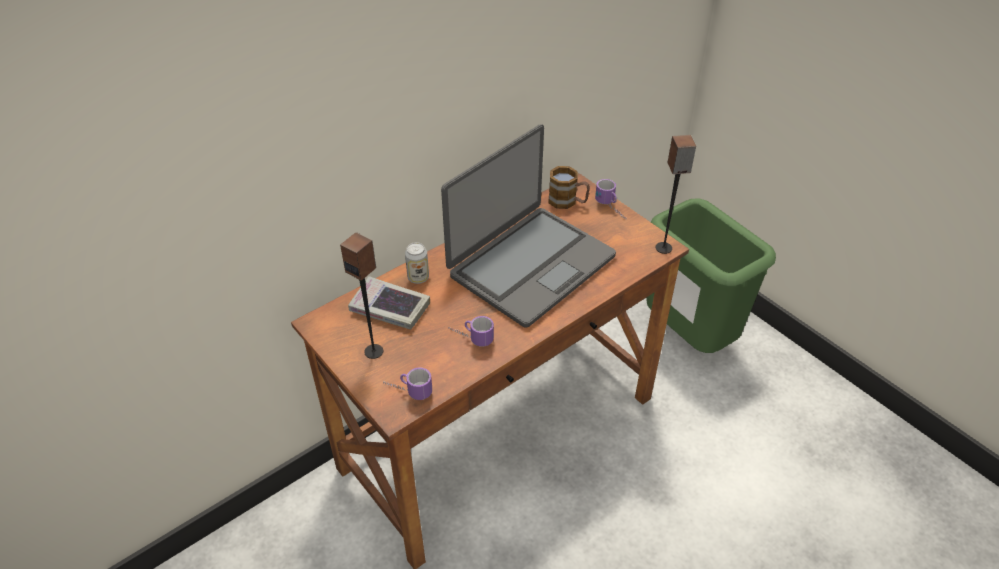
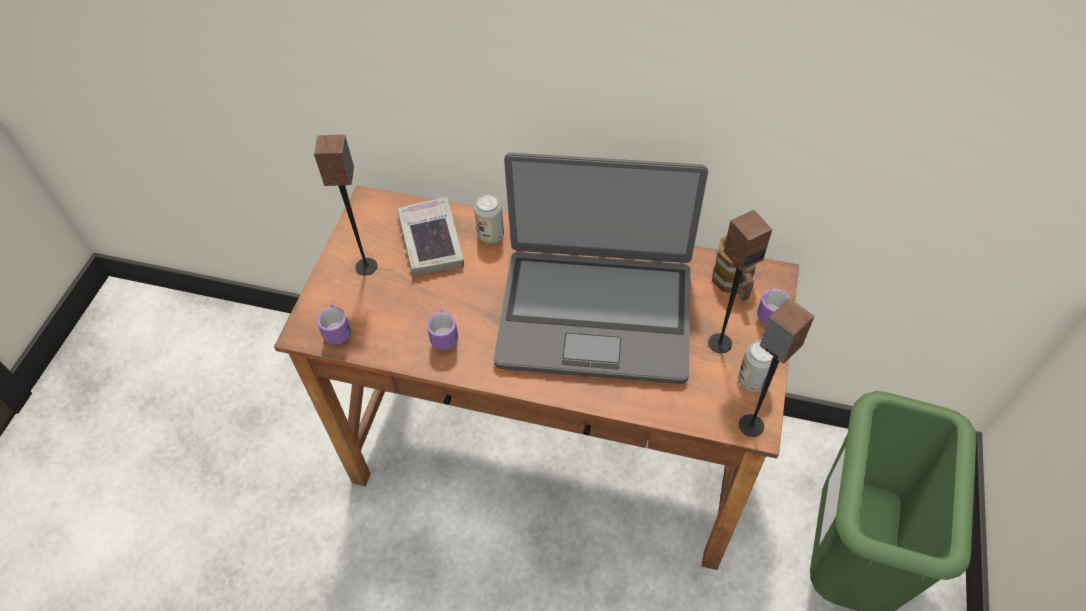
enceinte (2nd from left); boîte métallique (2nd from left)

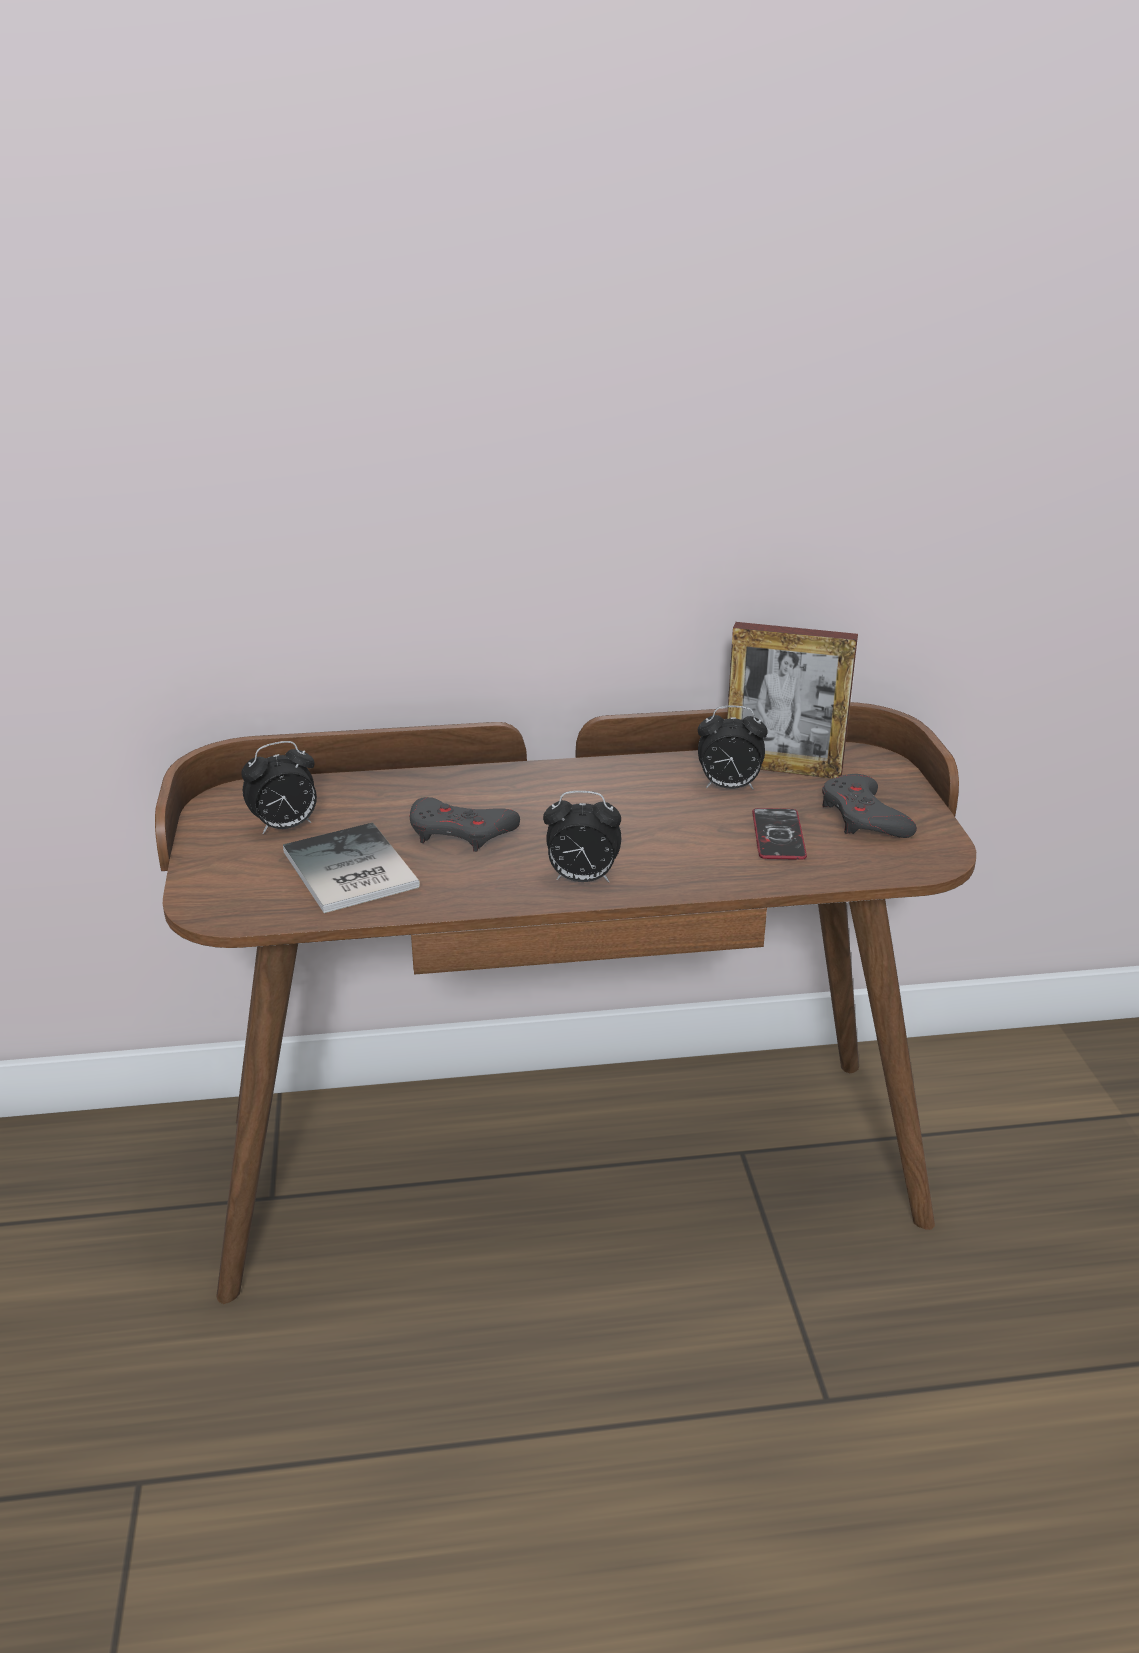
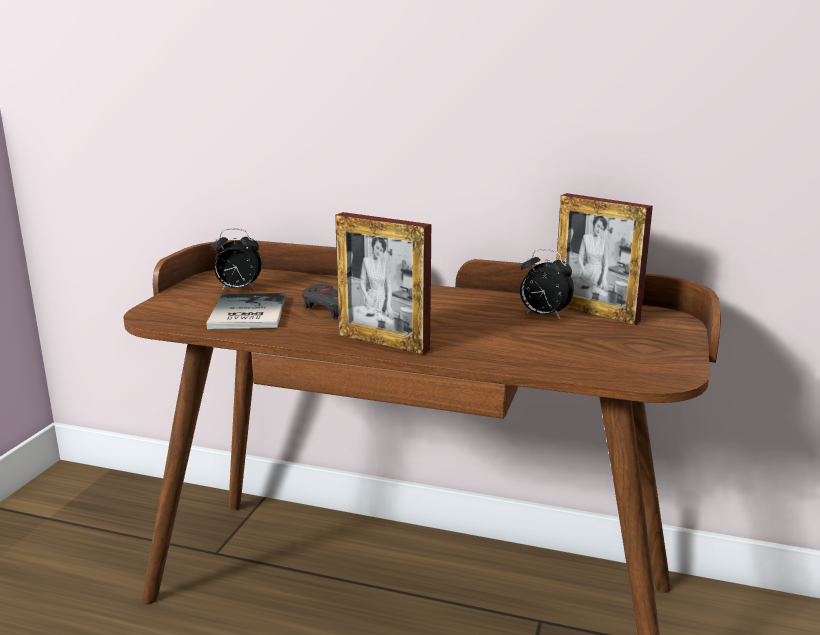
cadre photo (1st from left); téléphone; manette [gris] (2nd from left in the first image)

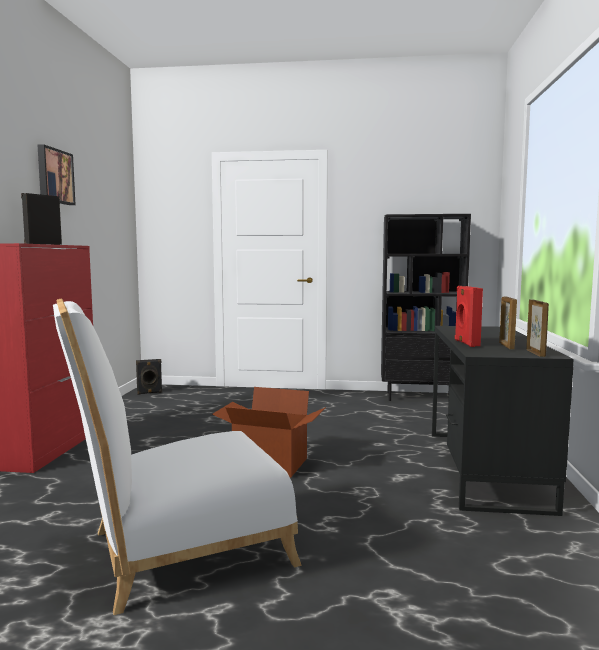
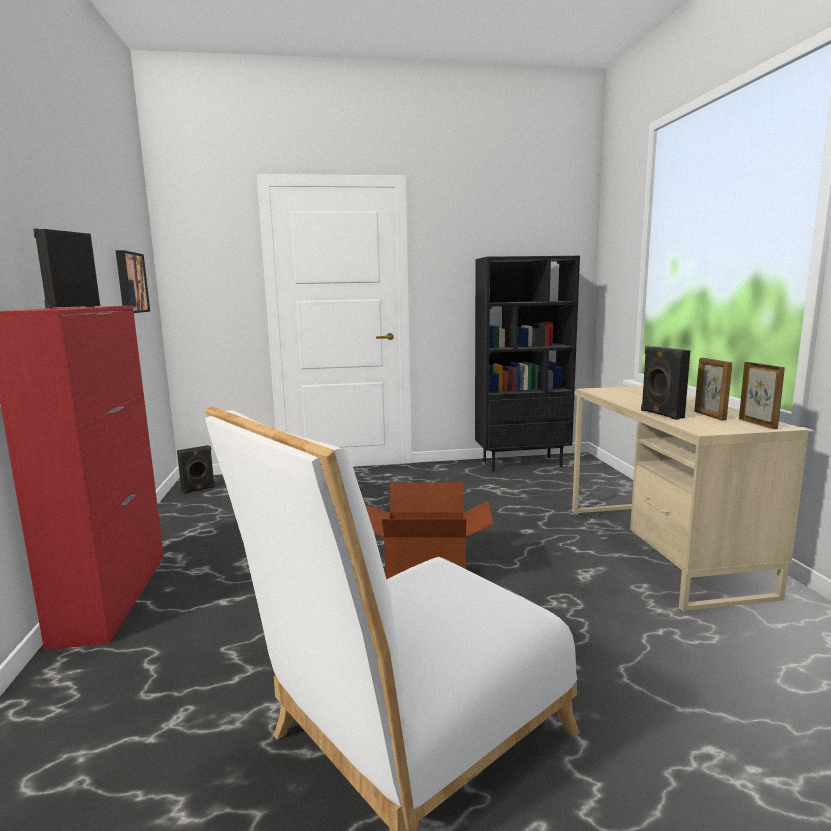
tableau; bureau [beige]; enceinte [noir] (3rd from left)

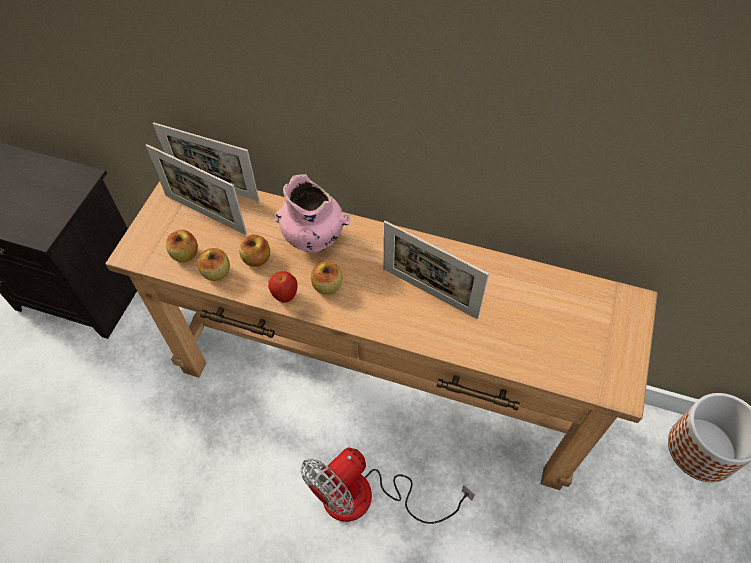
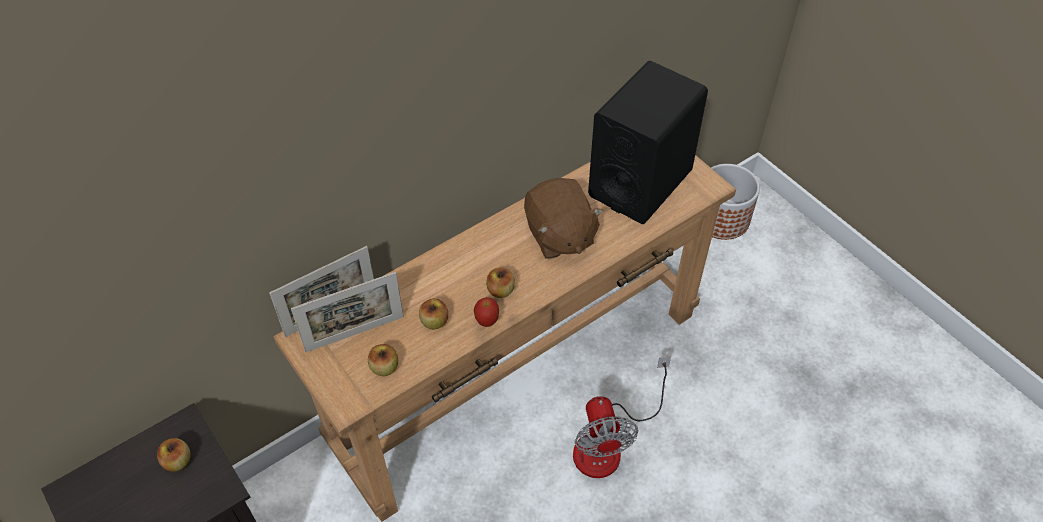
pomme (1st from left); vase [rose]; peluche [marron]; enceinte [noir]

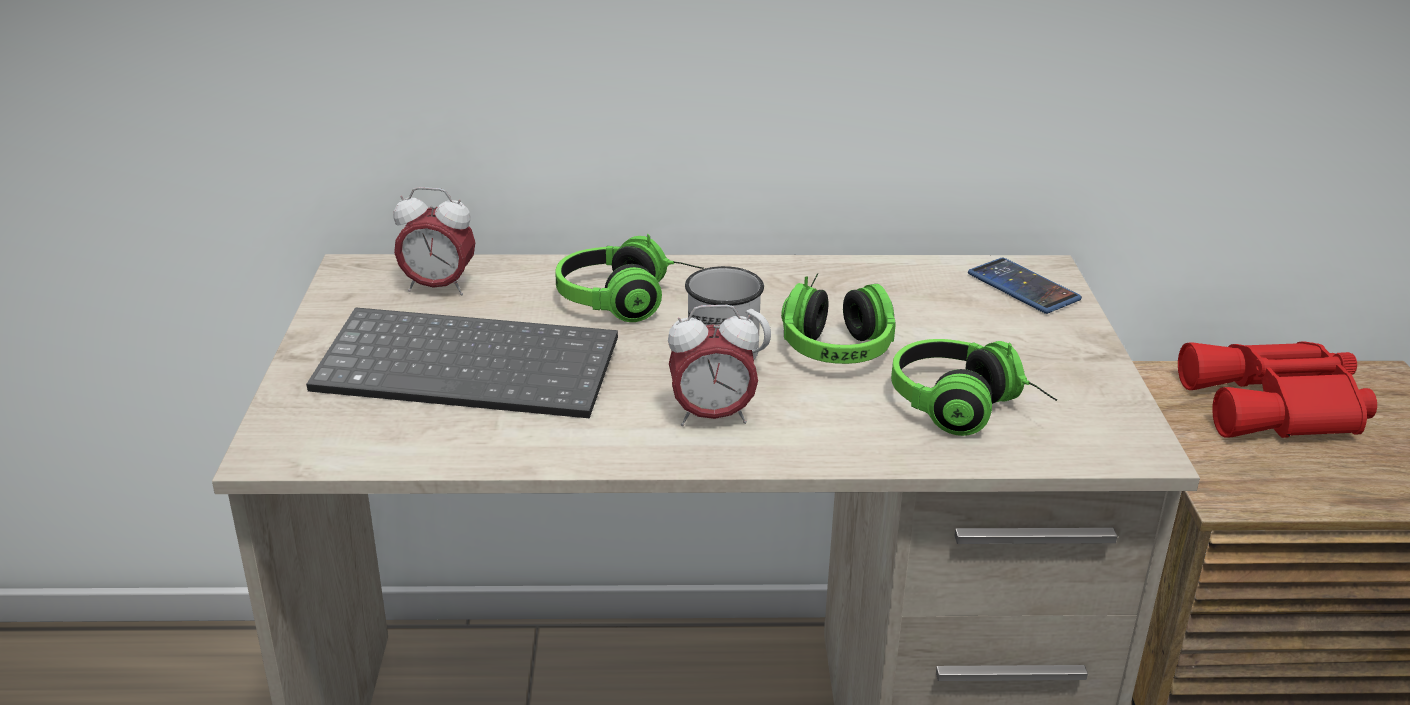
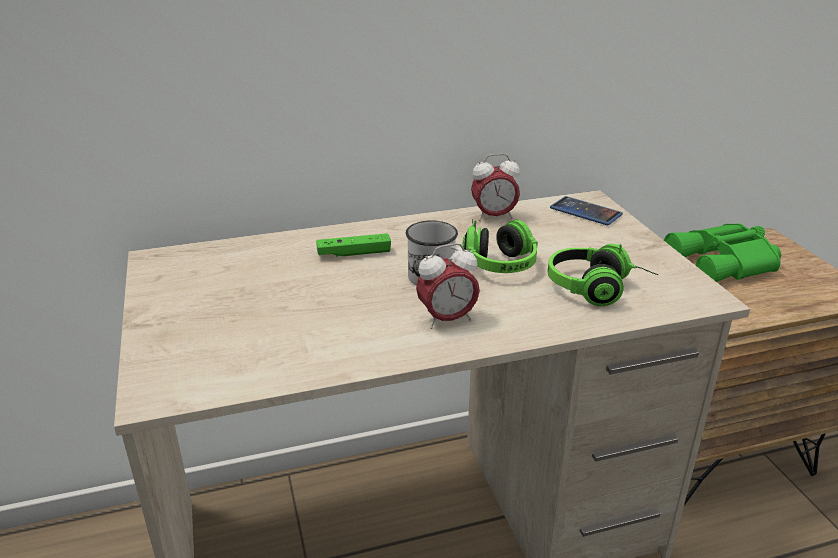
clavier; réveil (2nd from left); manette [vert]; jumelles [vert]

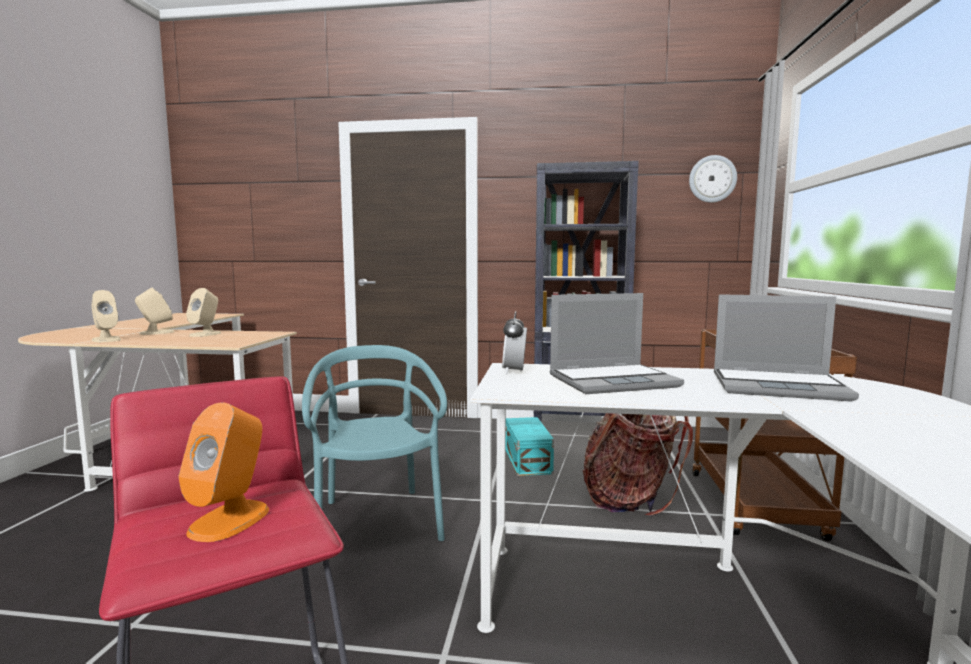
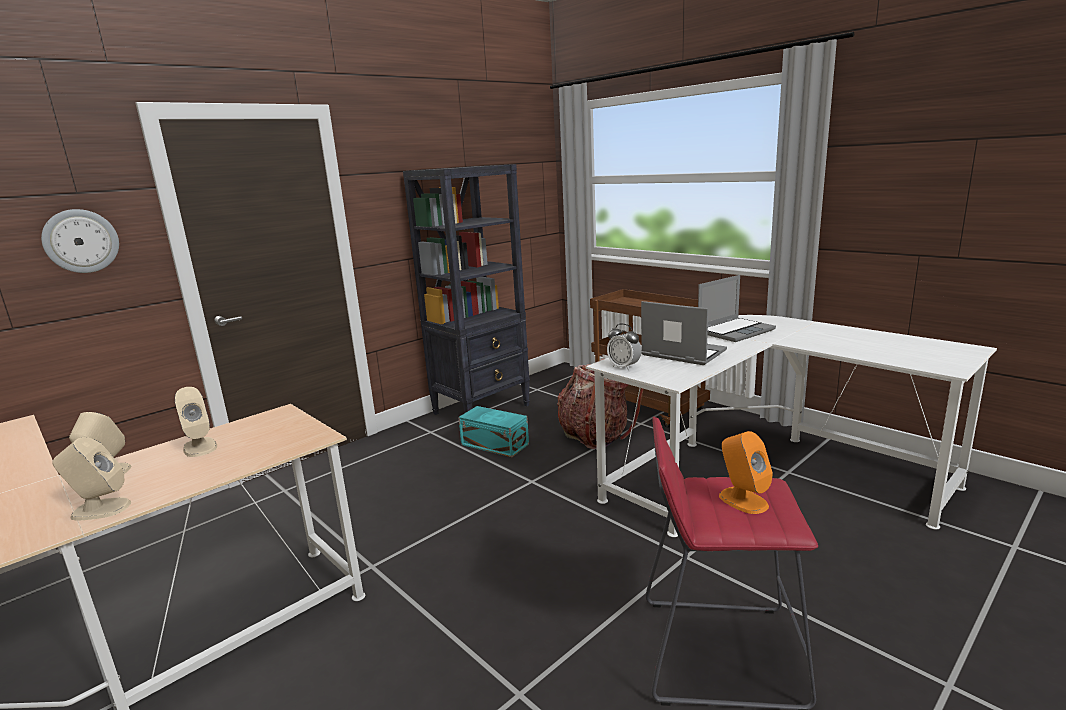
chaise [turquoise]; ordinateur portable (1st from left); horloge murale

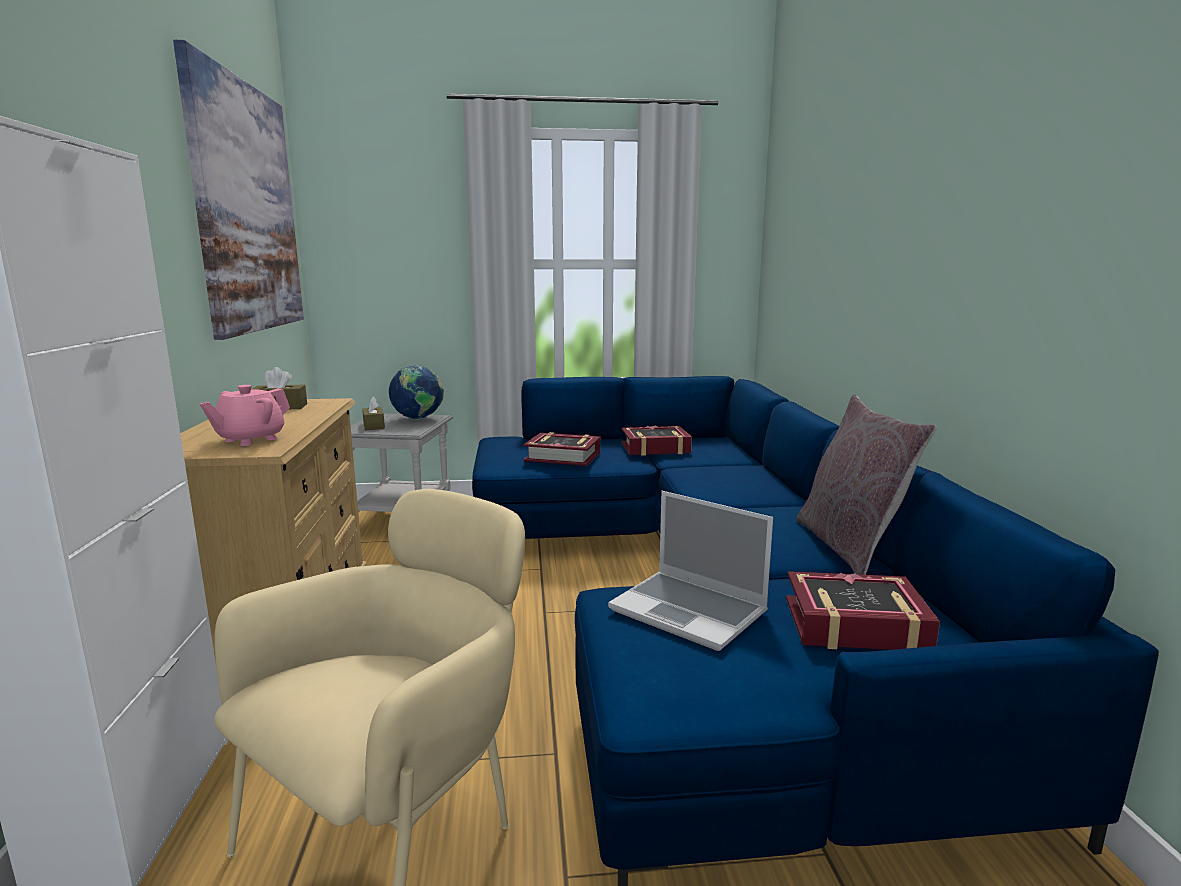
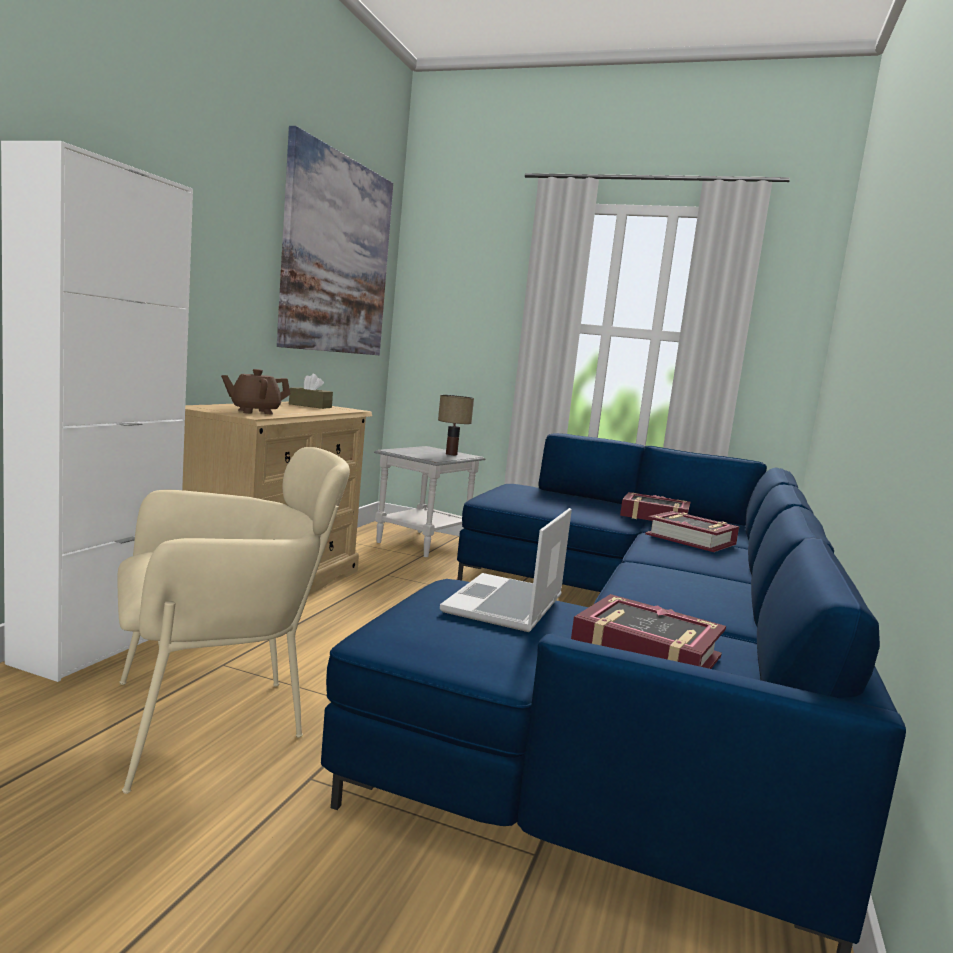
théière [marron]; boîte à mouchoirs [marron] (2nd from left in the first image); lampe de table; livre (3rd from left); ordinateur portable; coussin [gris]

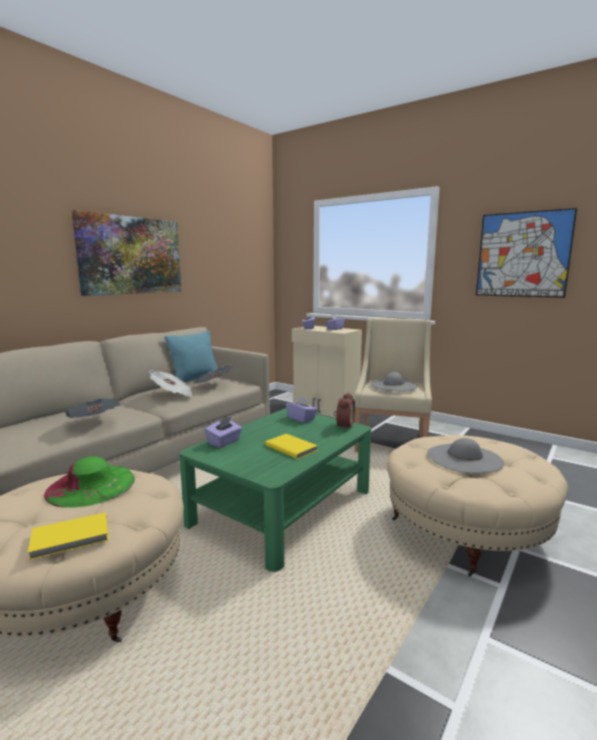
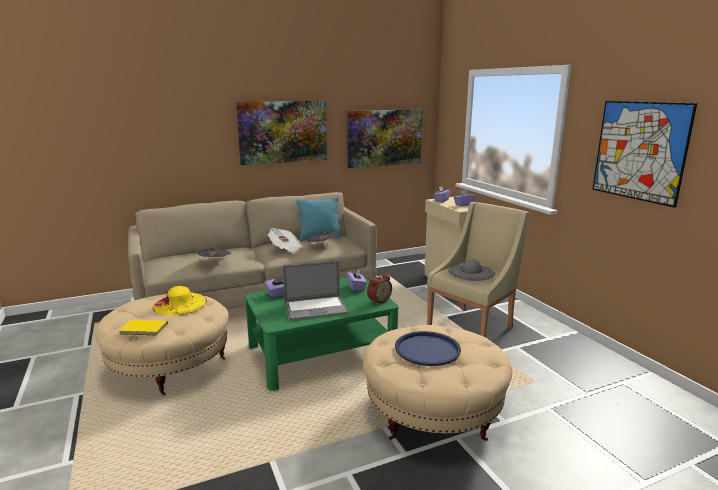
chapeau [jaune]; ordinateur portable; plateau [bleu]; tableau (2nd from left)

